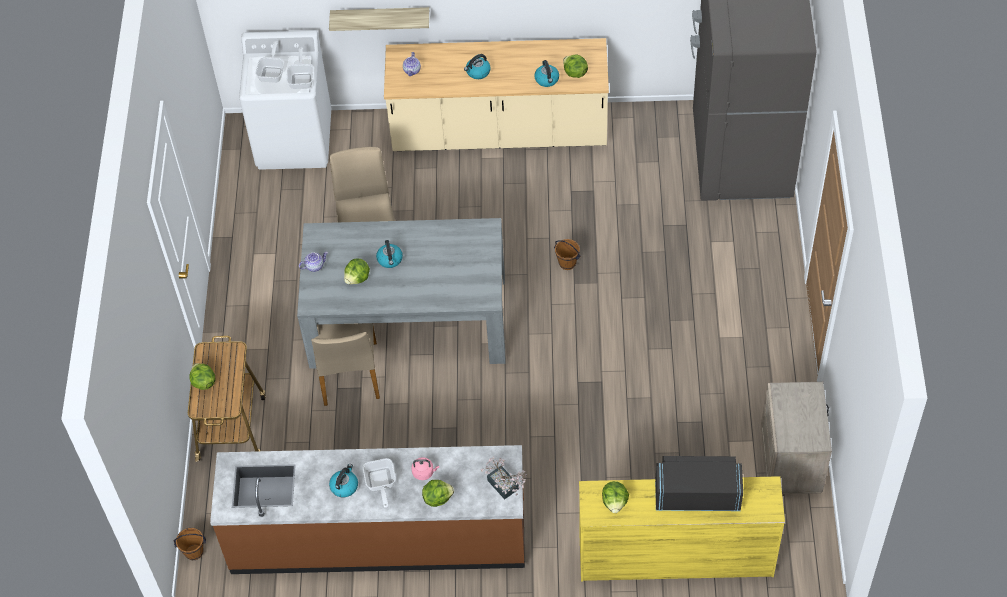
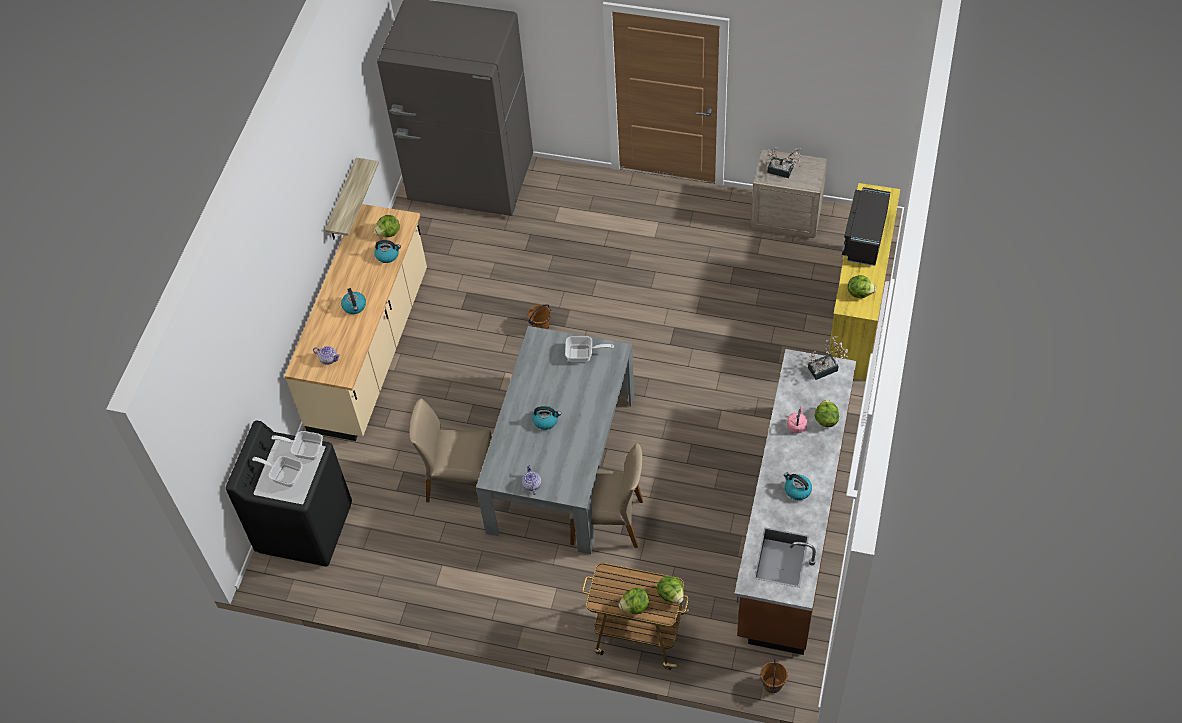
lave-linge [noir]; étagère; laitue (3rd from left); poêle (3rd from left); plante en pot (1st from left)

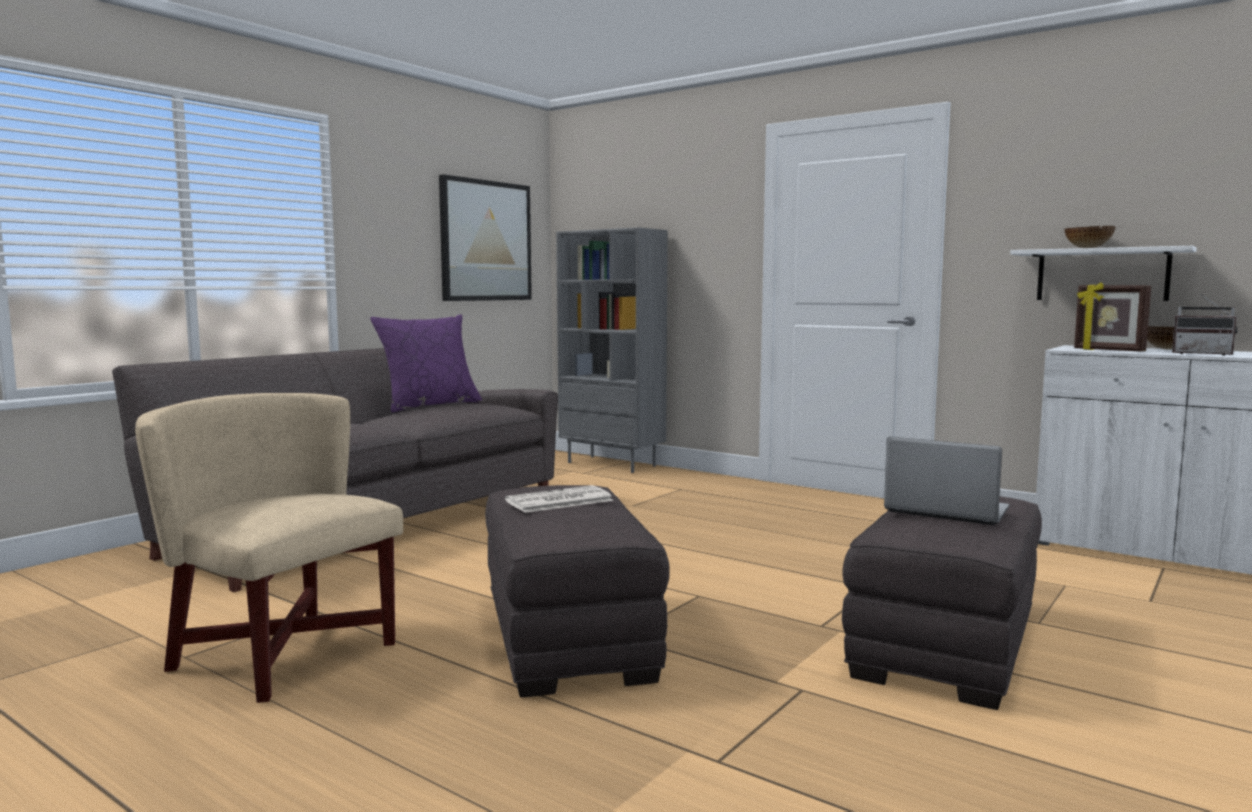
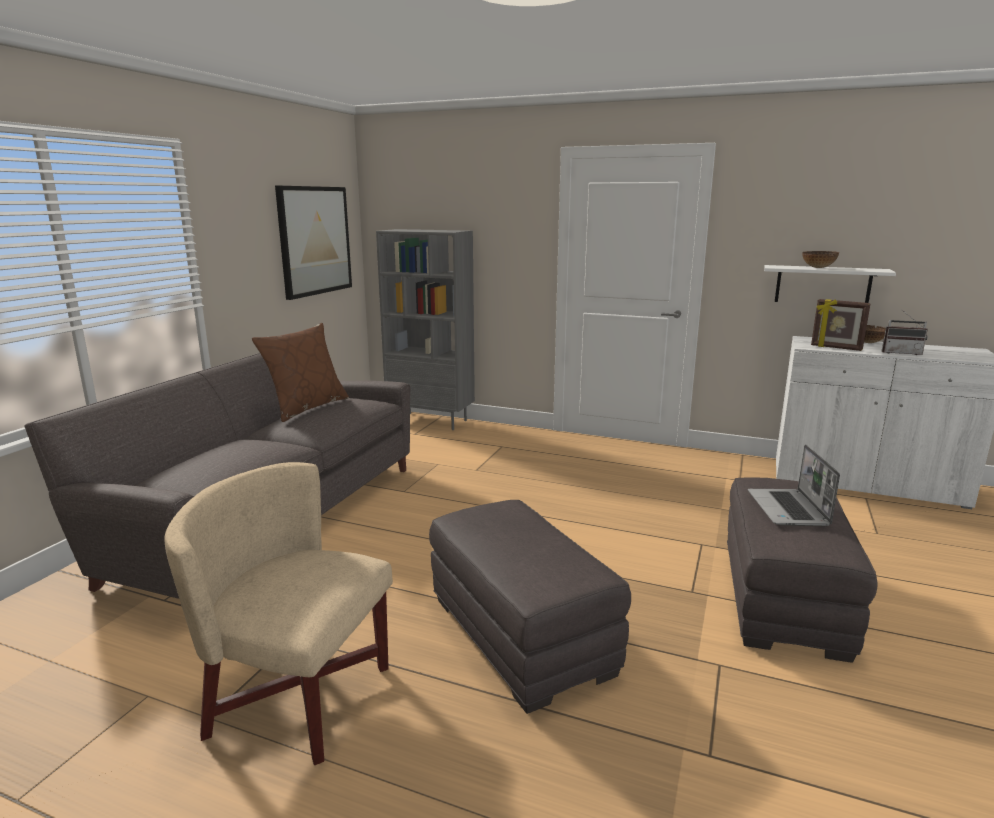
coussin [marron]; journal; ordinateur portable

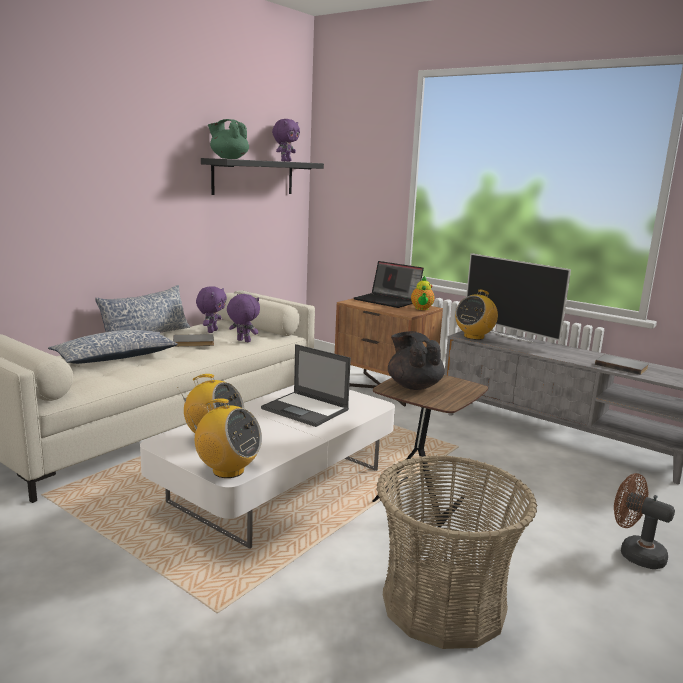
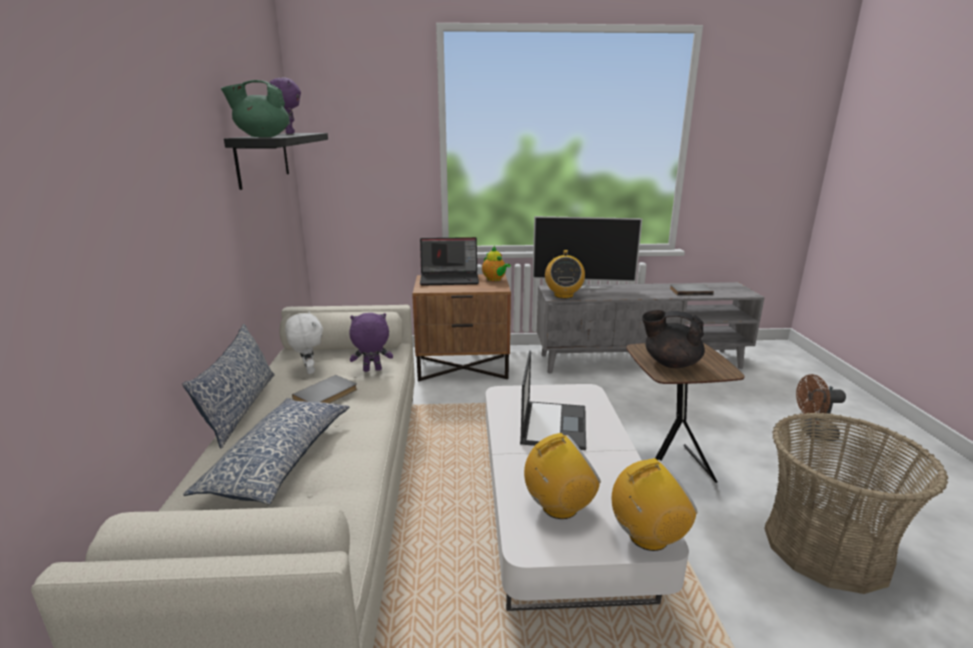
peluche [blanc]; ordinateur portable (2nd from left)

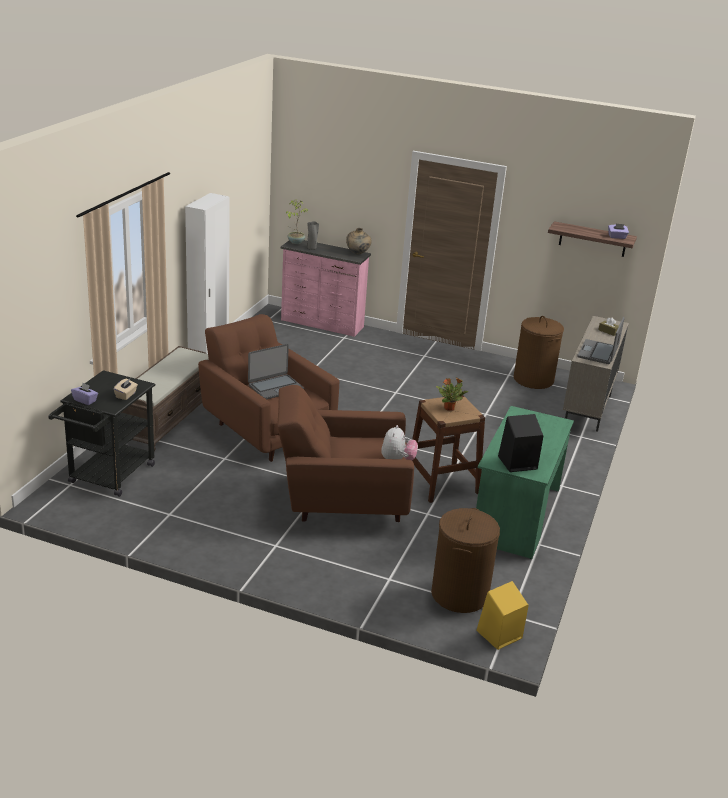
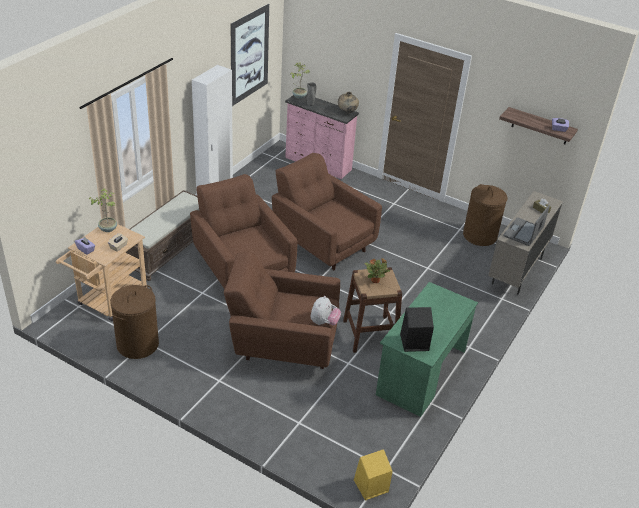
chariot [beige]; ordinateur portable (1st from left in the first image); panier à linge [marron] (1st from left); plante en pot (1st from left); tableau; fauteuil [marron] (3rd from left)

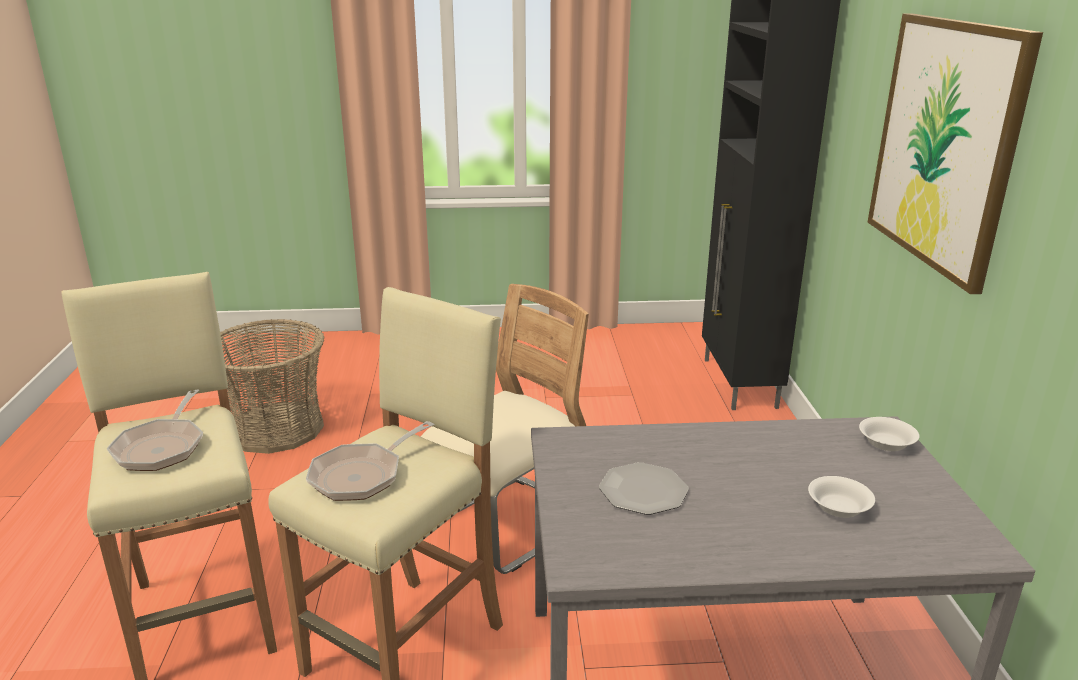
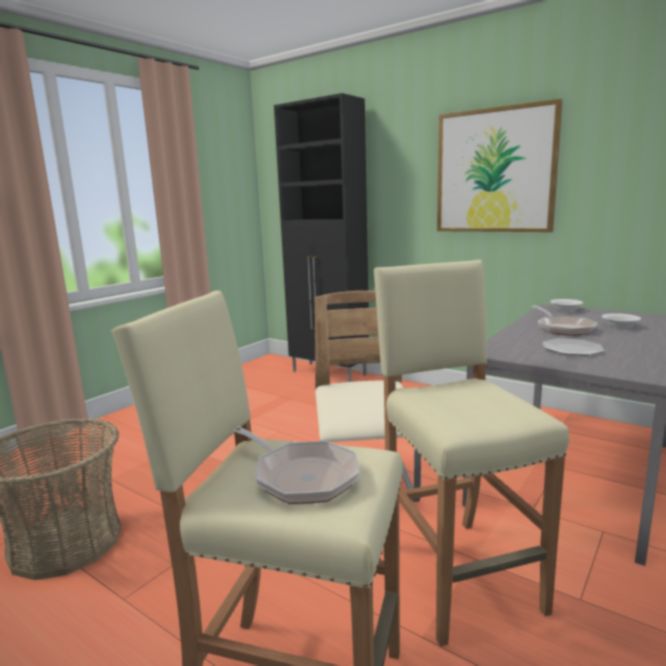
poêle (2nd from left)

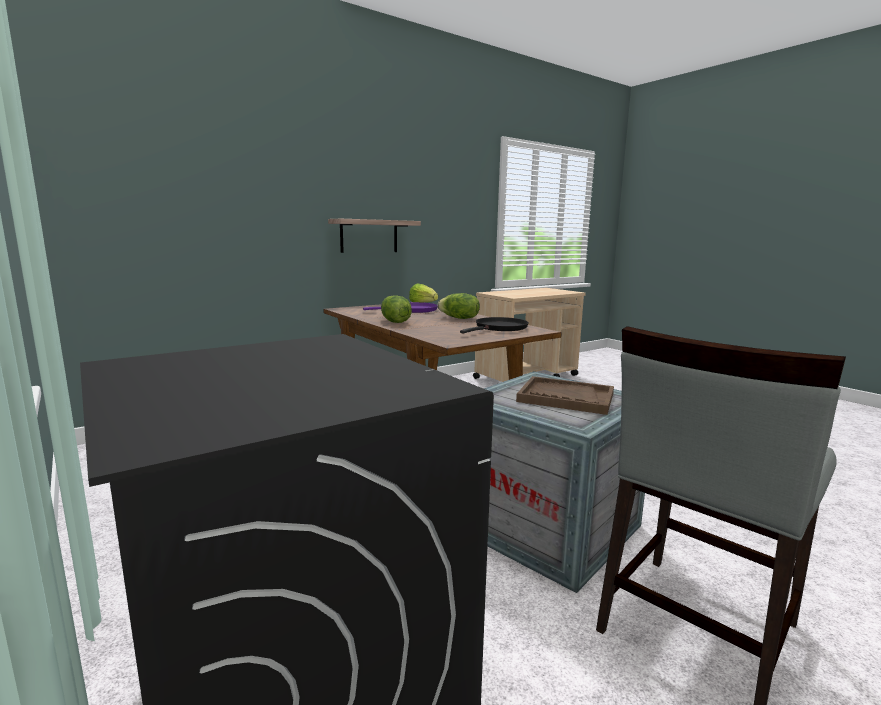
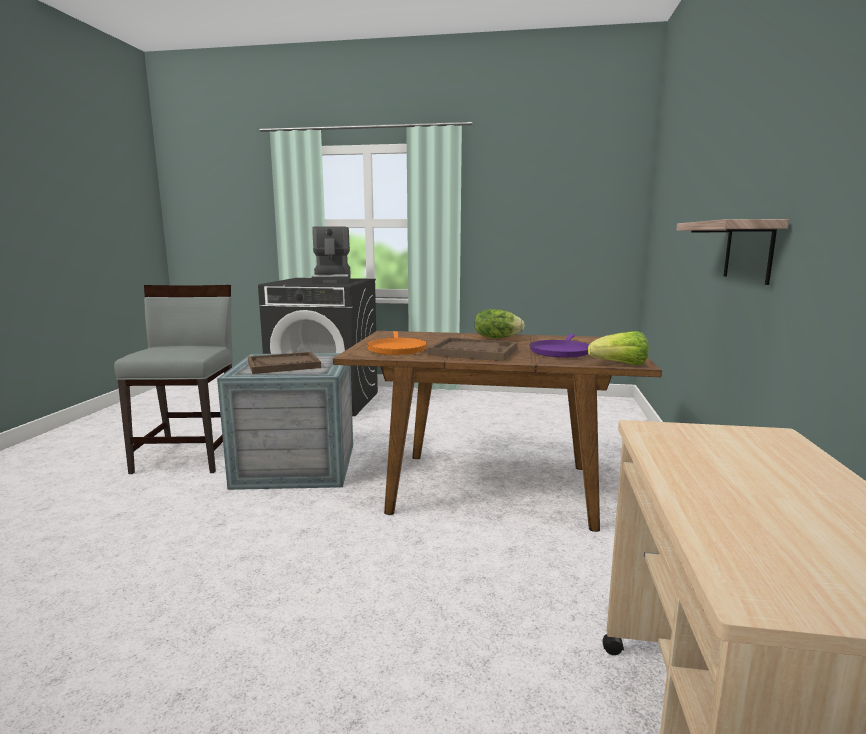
plateau [marron] (2nd from left); poêle [orange]; machine à café

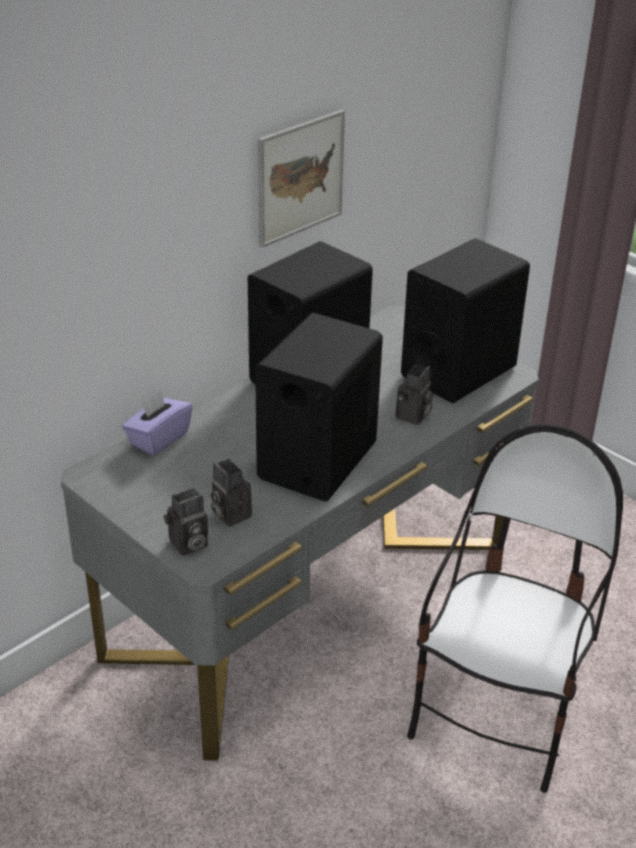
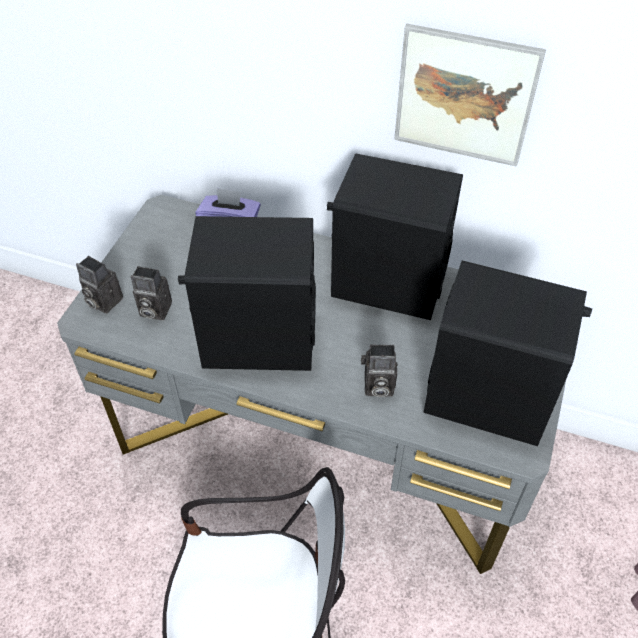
appareil photo (2nd from left)

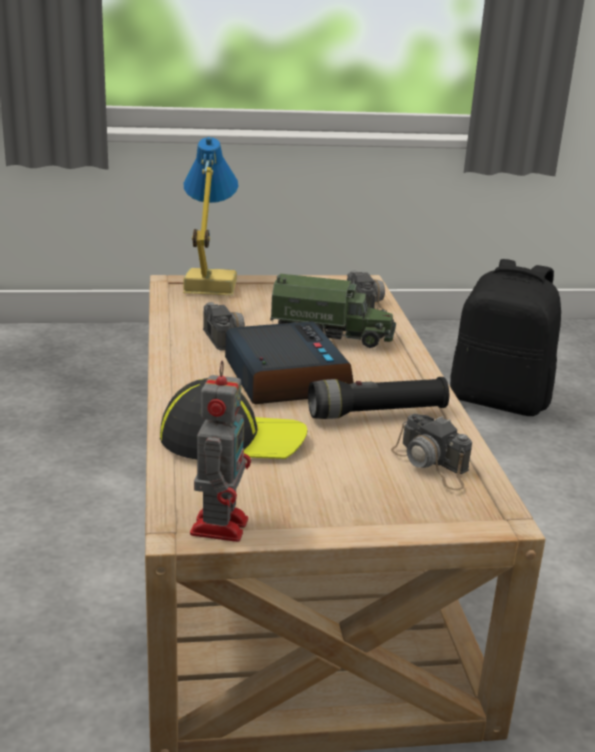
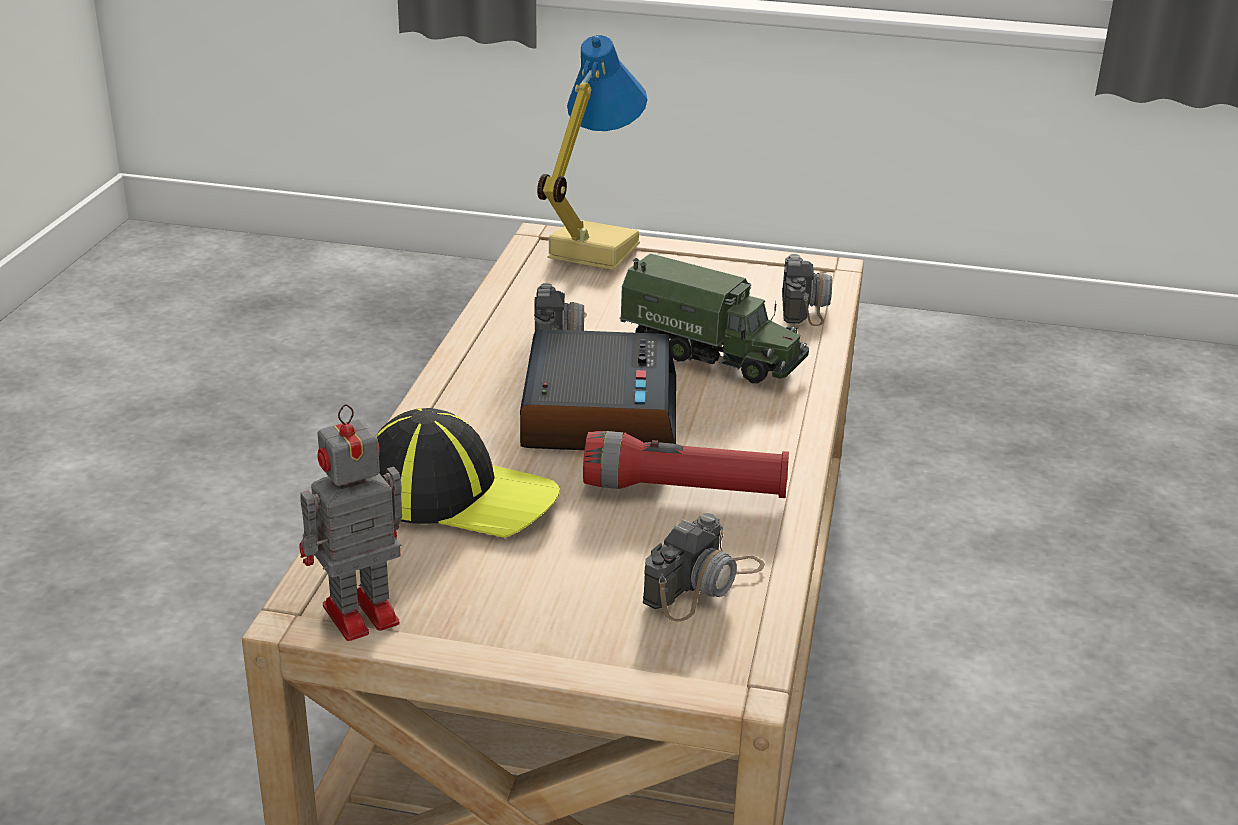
robot jouet; lampe de poche [rouge]; appareil photo (2nd from left); sac à dos [noir]

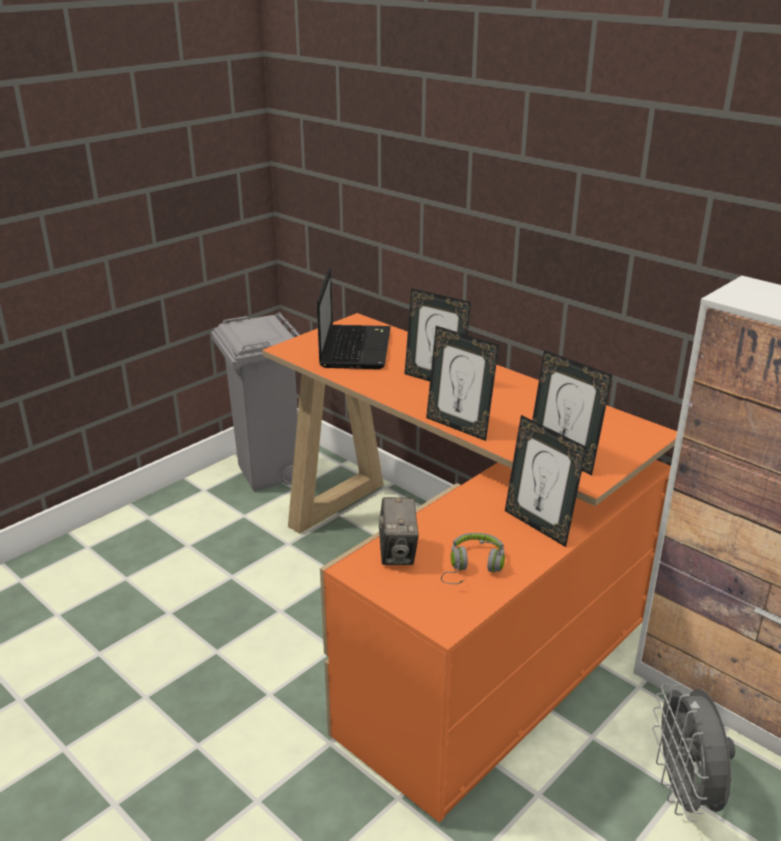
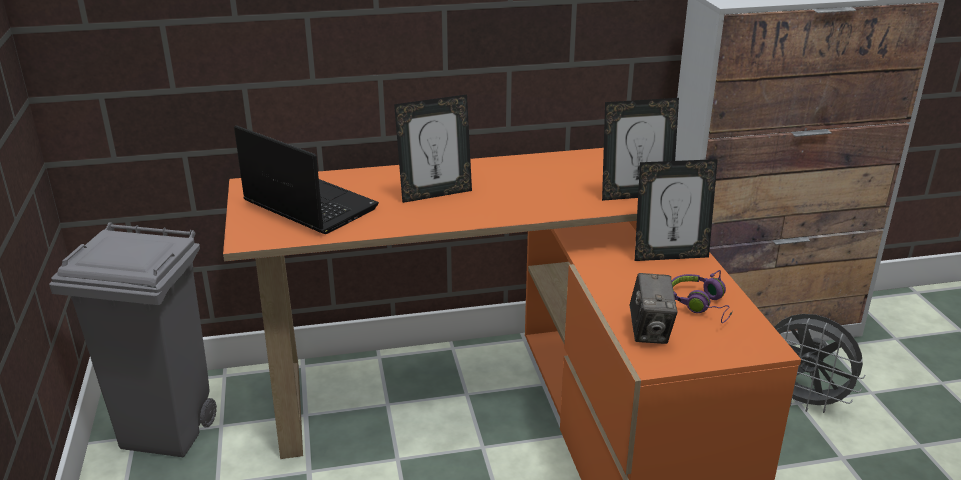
appareil photo; cadre photo (2nd from left in the first image); casque audio [violet]

